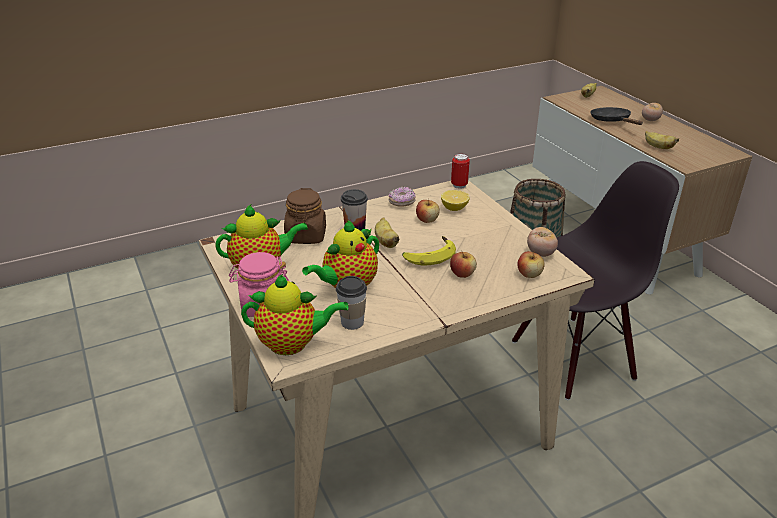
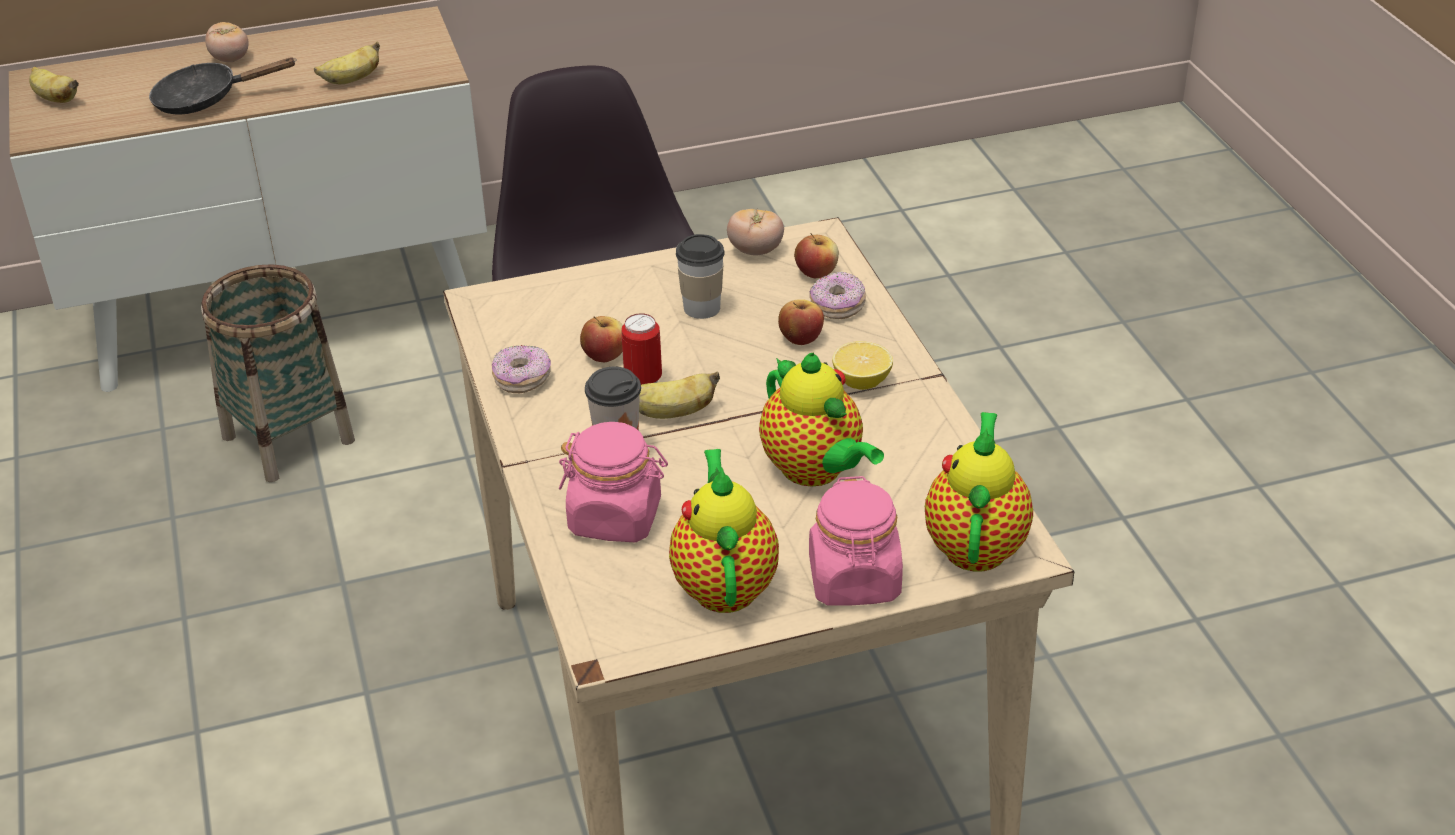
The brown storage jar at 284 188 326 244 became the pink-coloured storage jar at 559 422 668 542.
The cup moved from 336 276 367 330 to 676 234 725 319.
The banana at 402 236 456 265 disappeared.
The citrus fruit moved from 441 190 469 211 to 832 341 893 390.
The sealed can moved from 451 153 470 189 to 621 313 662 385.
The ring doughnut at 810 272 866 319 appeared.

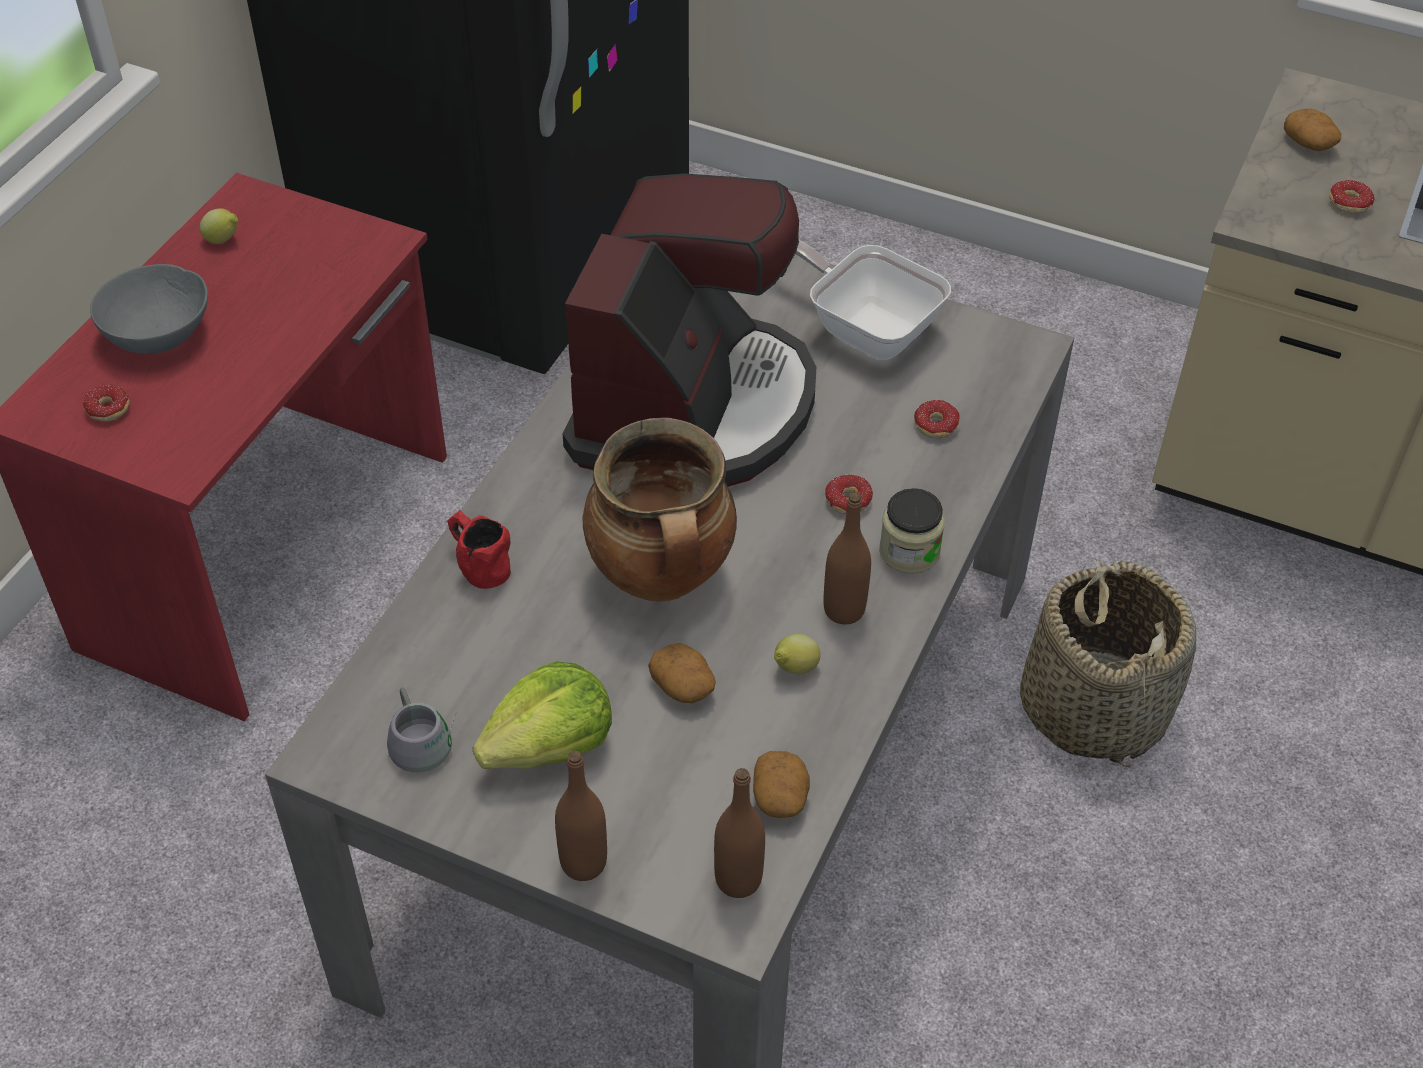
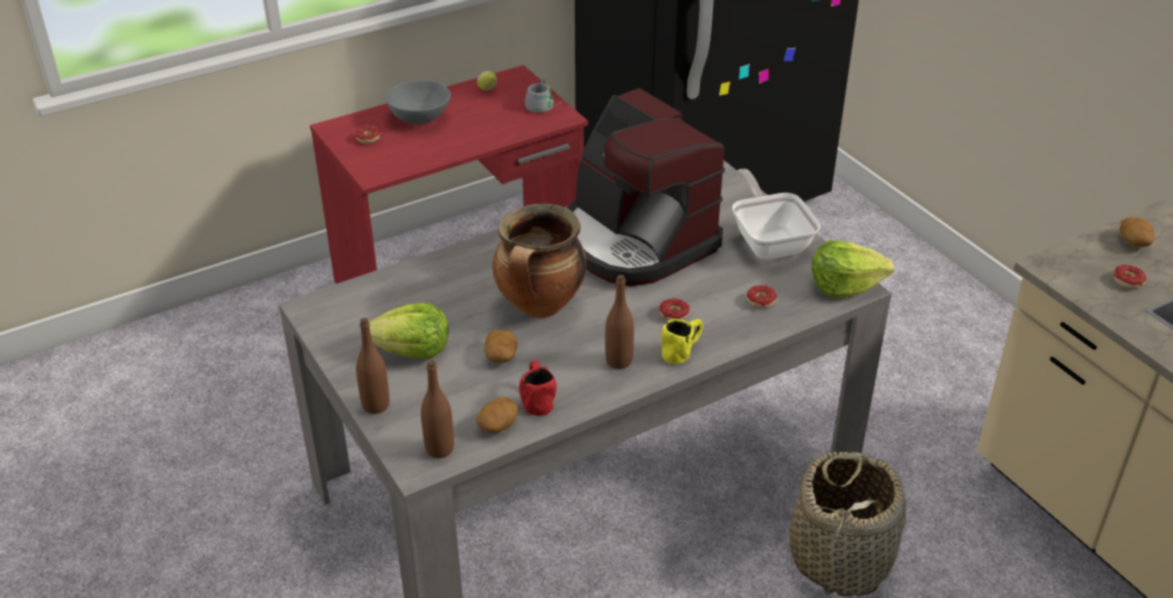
The grey mug moved from 387 687 457 772 to 525 79 562 113.
The reddish mug moved from 447 510 511 589 to 519 359 557 416.
The coffee brewer at 562 174 816 487 turned 90 degrees clockwise.
The citrus fruit at 774 634 821 675 disappeared.
The storage jar at 879 488 945 574 was replaced by the yellowish mug at 661 319 703 364.
The lettuce head at 812 240 894 298 appeared.

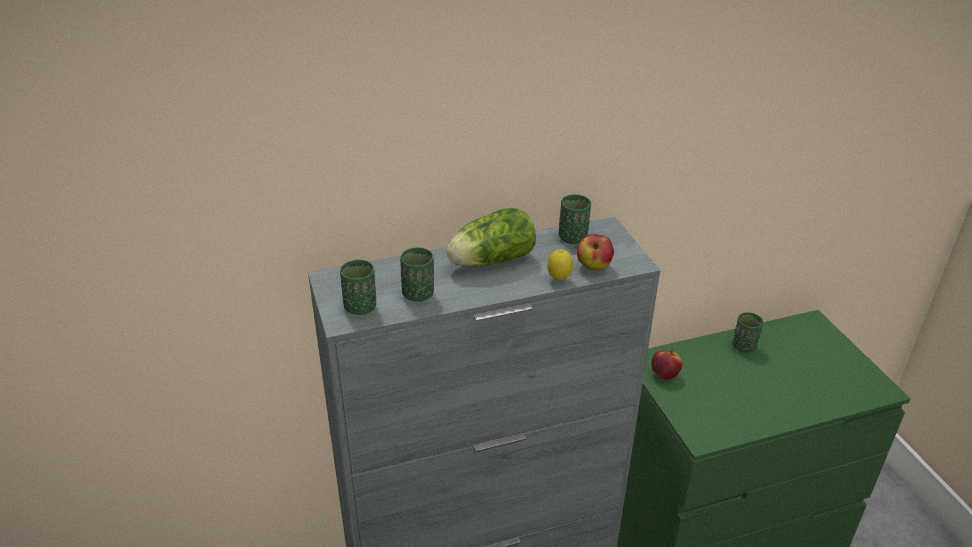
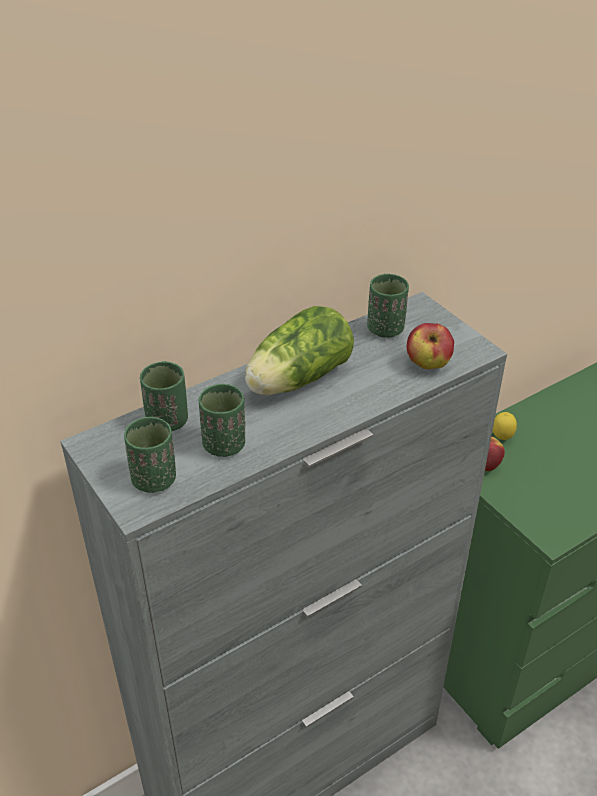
The citrus fruit moved from 547 249 573 281 to 493 412 517 440.
The green cup moved from 732 312 763 353 to 140 361 188 431.

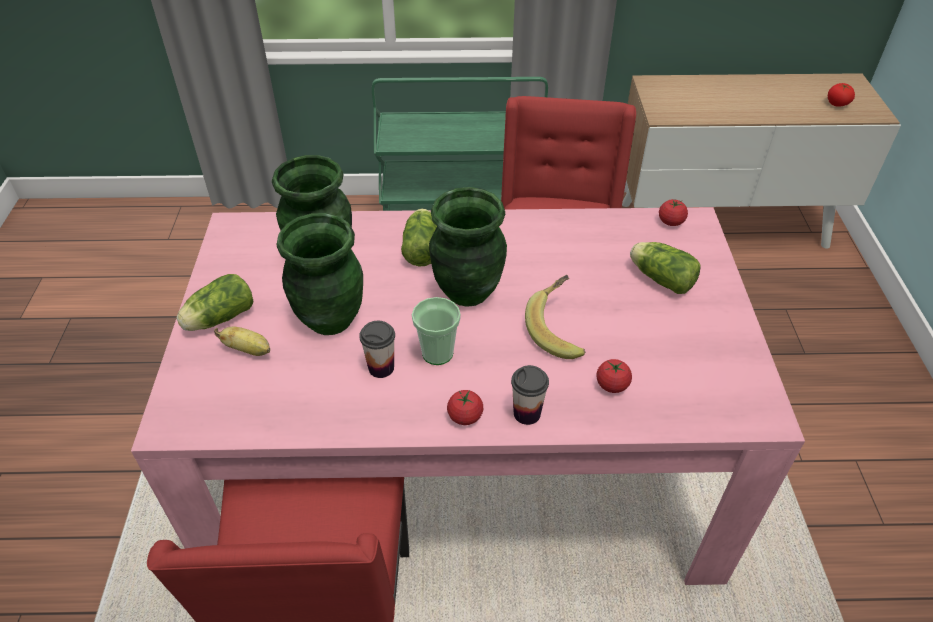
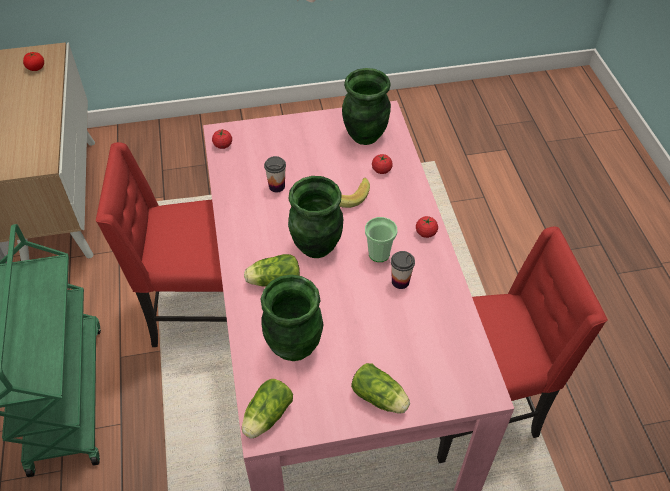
The banana at 214 327 270 356 disappeared.
The green flower vase moved from 277 213 363 335 to 342 68 391 145.
The cup moved from 511 365 549 425 to 264 156 286 193.
The lettuce head moved from 630 242 701 294 to 242 379 293 439.

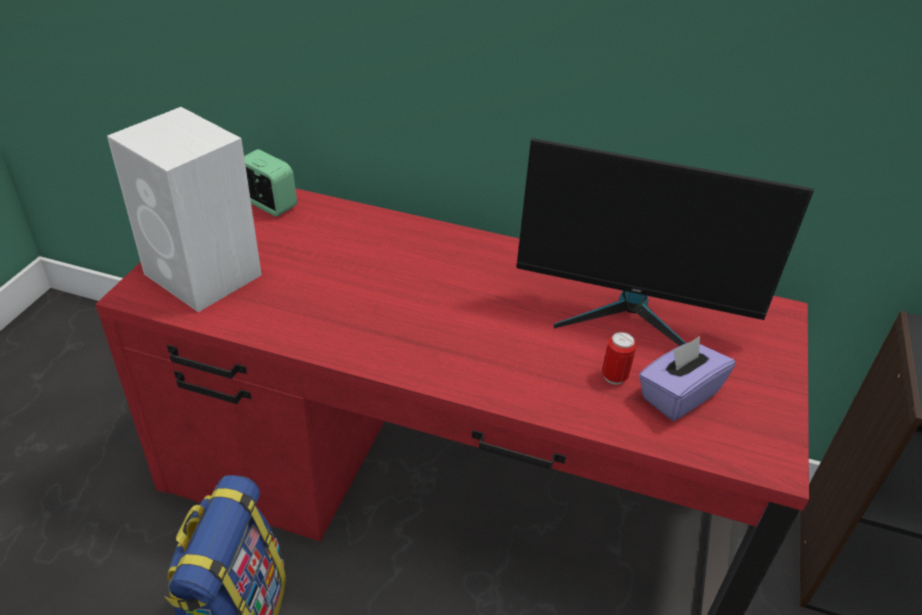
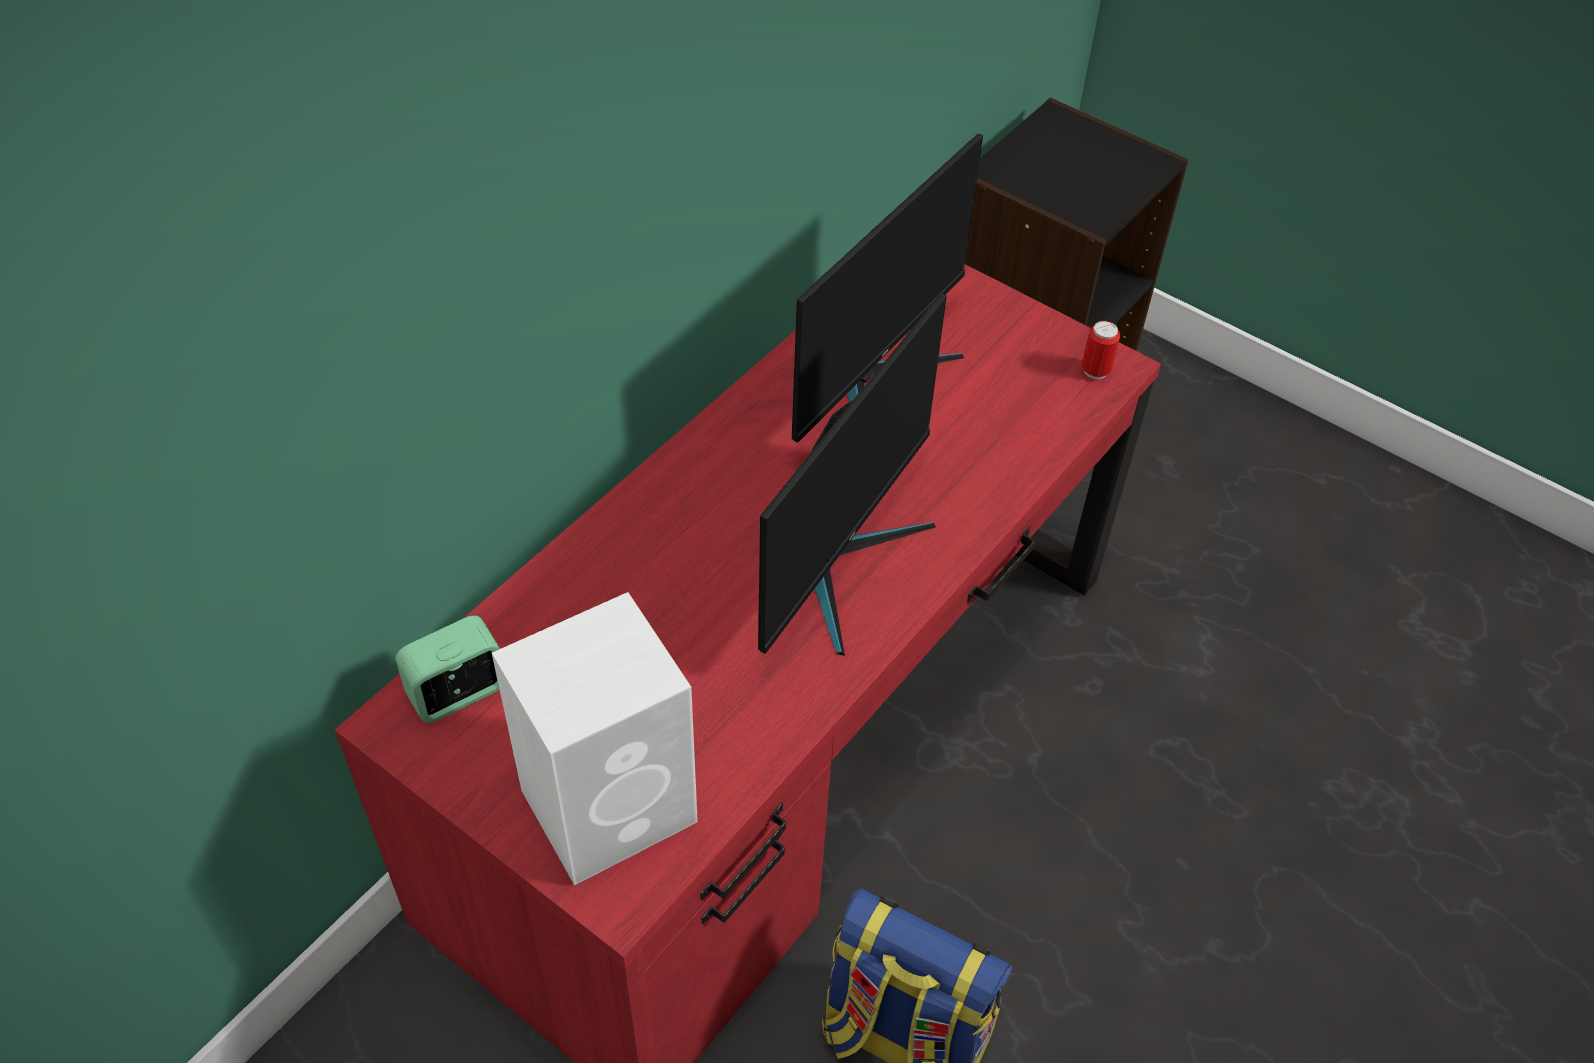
The sealed can moved from 602 332 637 384 to 1082 321 1120 379.
The purple-coloured tissue holder at 639 336 735 421 disappeared.
The computer display at 758 294 947 656 appeared.

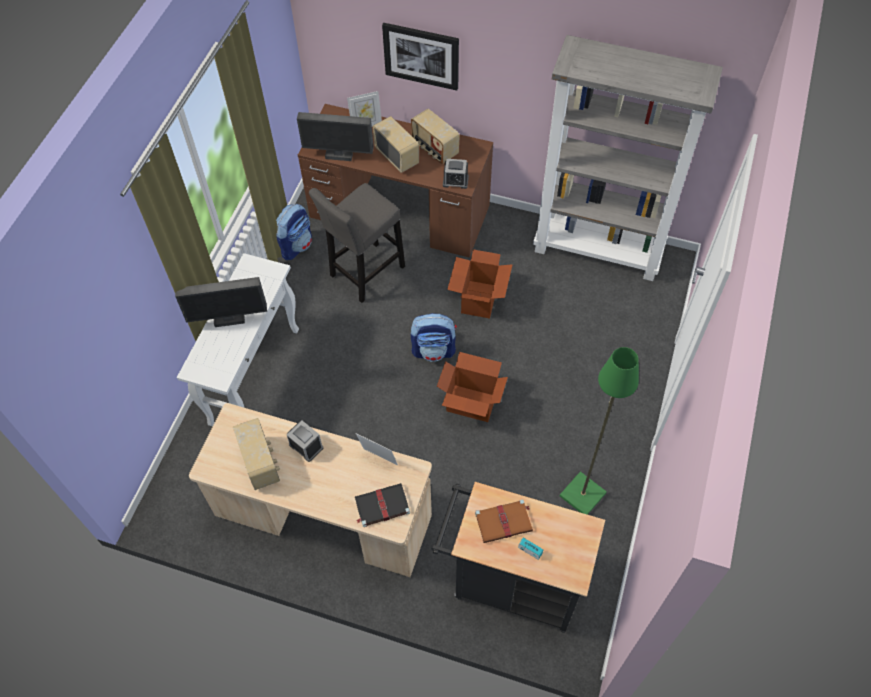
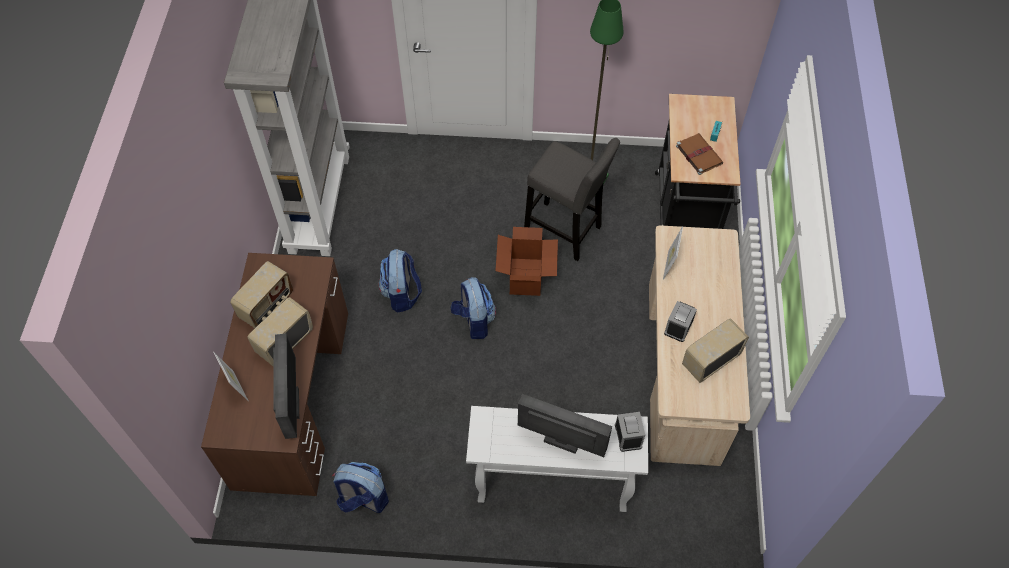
The computer display at 175 277 267 327 turned 45 degrees counterclockwise.
The grey stool moved from 309 183 405 303 to 524 138 620 261.
The blackish bound book at 355 483 410 527 disappeared.
The picture at 382 23 459 91 disappeared.
The bedside clock moved from 443 159 469 189 to 615 411 645 452.
The carton at 447 249 513 318 was replaced by the backpack at 379 249 422 313.

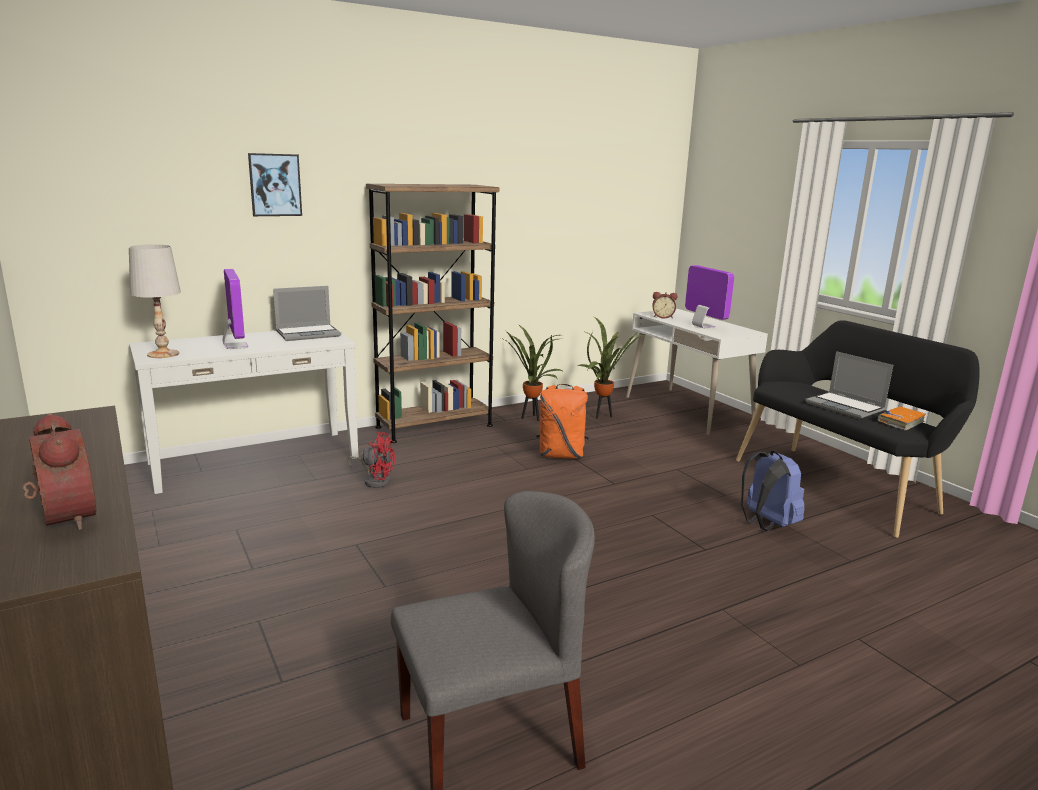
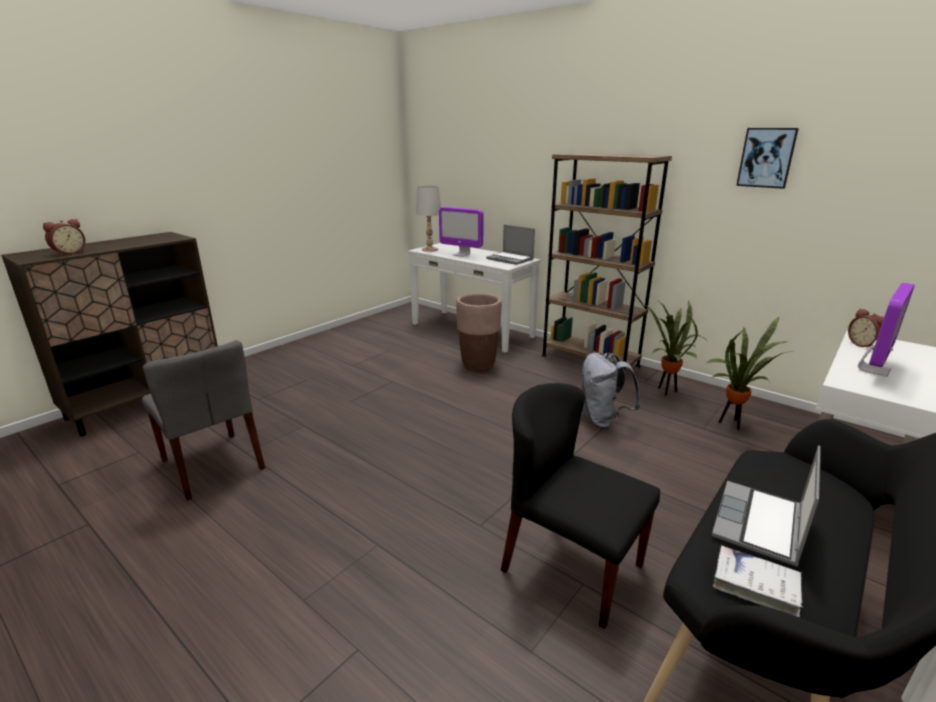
The computer display at 223 269 248 349 turned 75 degrees clockwise.
The picture moved from 248 153 302 216 to 736 128 799 189.
The reddish electric fan at 348 432 395 488 was replaced by the brown flower pot at 456 293 502 372.
The orangey backpack at 536 384 589 459 became the grey backpack at 581 353 640 429.
The bluish backpack at 741 451 805 531 was replaced by the blackish plain chair at 501 383 660 629.
The orangey bound book at 878 407 926 430 became the whitish bound book at 713 545 803 617.

